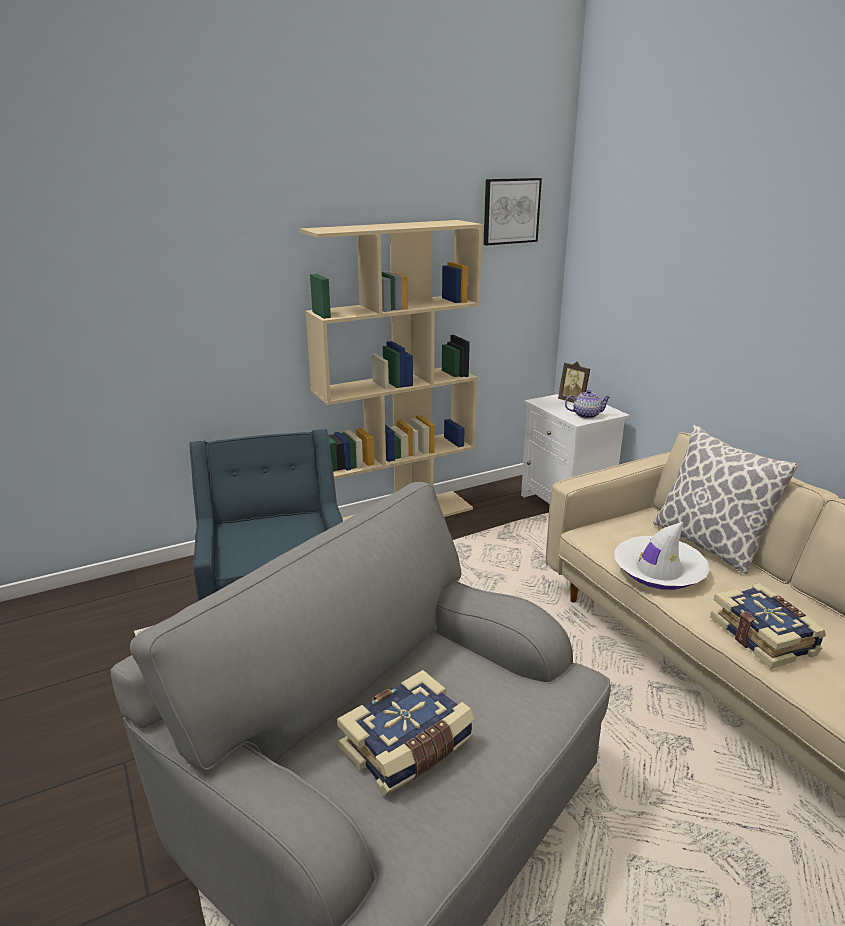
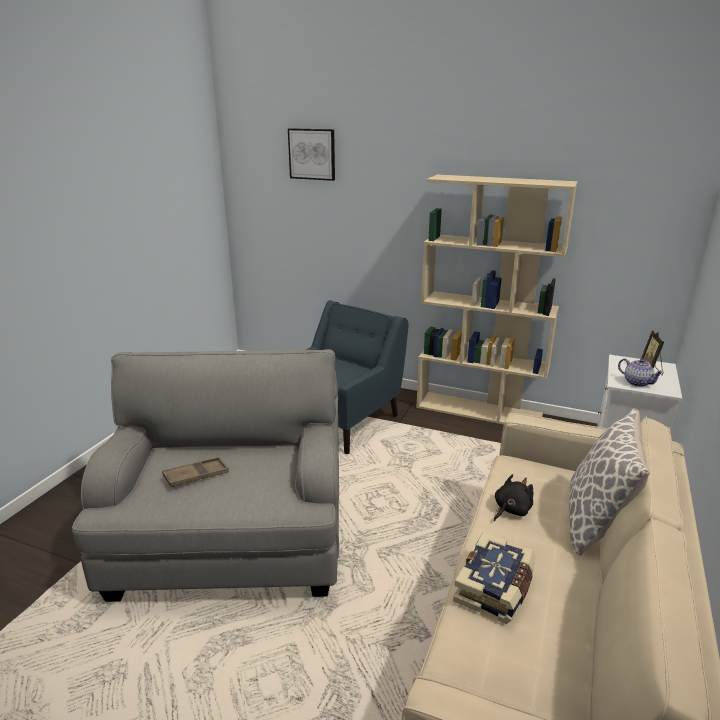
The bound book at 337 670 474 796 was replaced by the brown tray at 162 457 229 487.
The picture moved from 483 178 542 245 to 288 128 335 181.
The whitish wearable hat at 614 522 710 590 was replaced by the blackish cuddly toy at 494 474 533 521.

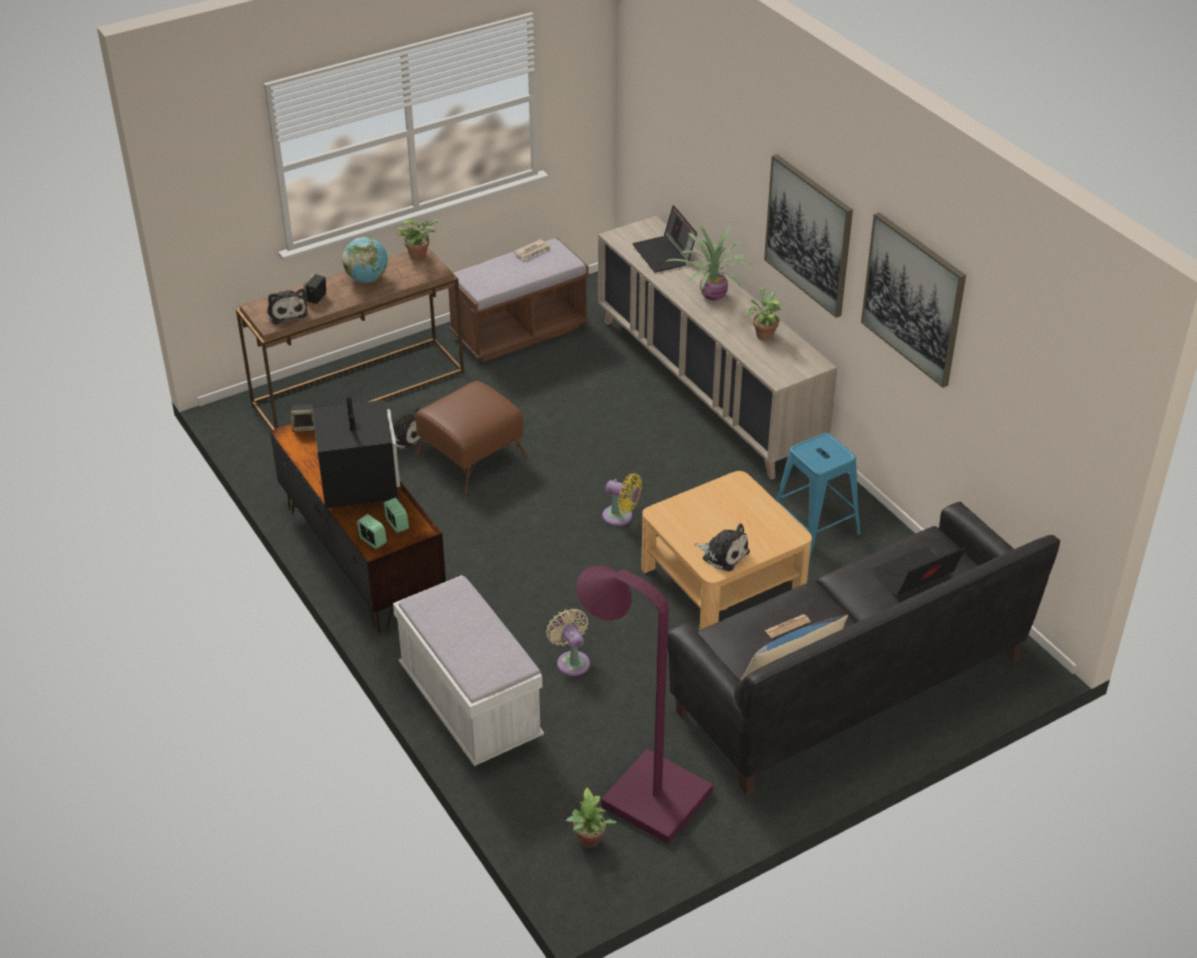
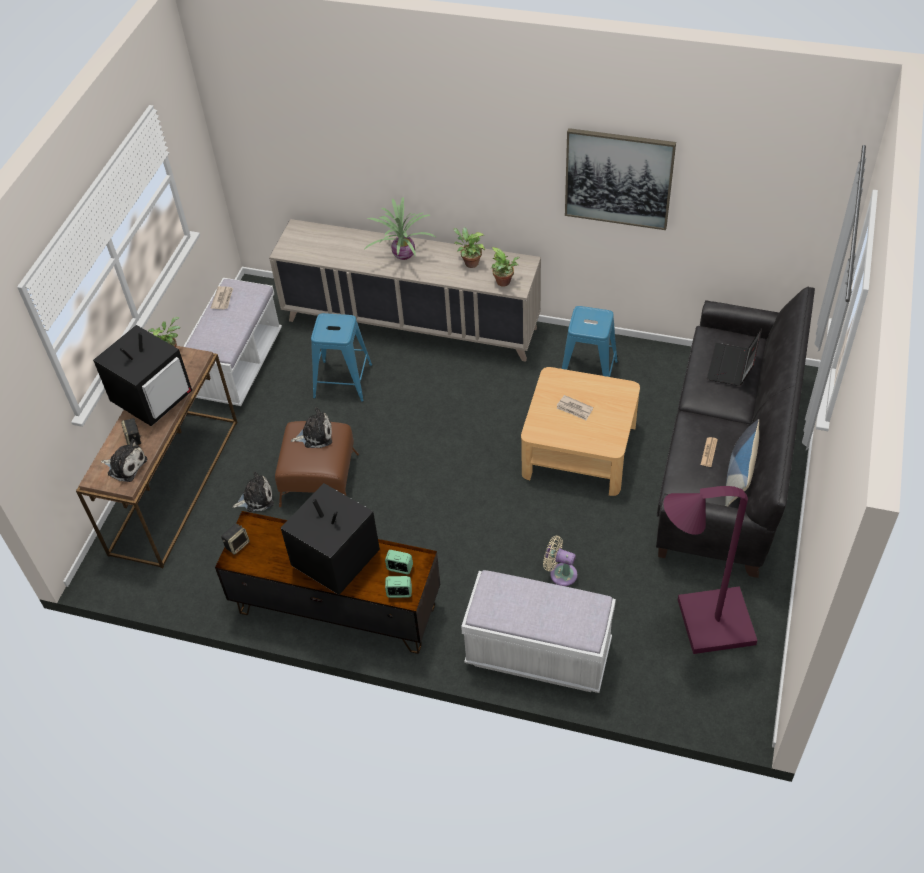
The desk globe at 342 237 388 283 was replaced by the TV set at 93 325 192 426.
The brown bench at 448 238 589 362 became the whitish bench at 183 278 282 406.
The potted plant moved from 566 787 617 848 to 491 247 519 287.
The yellowish electric fan at 603 473 642 526 disappeared.
The laptop at 632 205 697 272 disappeared.
The cuddly toy moved from 694 523 750 572 to 291 407 332 448.
The picture at 764 154 853 318 disappeared.
The bluish stool at 311 313 372 402 appeared.
The printed paper at 557 395 593 421 appeared.

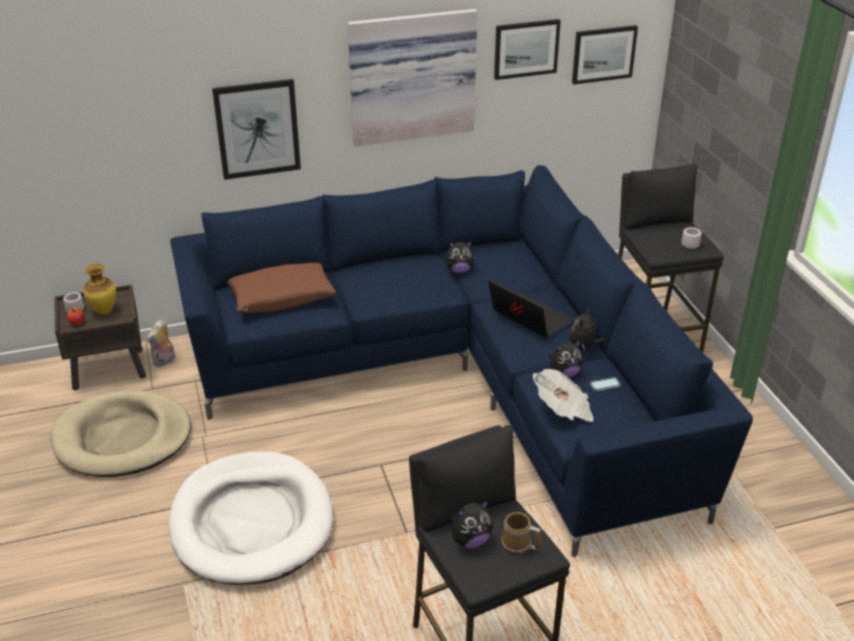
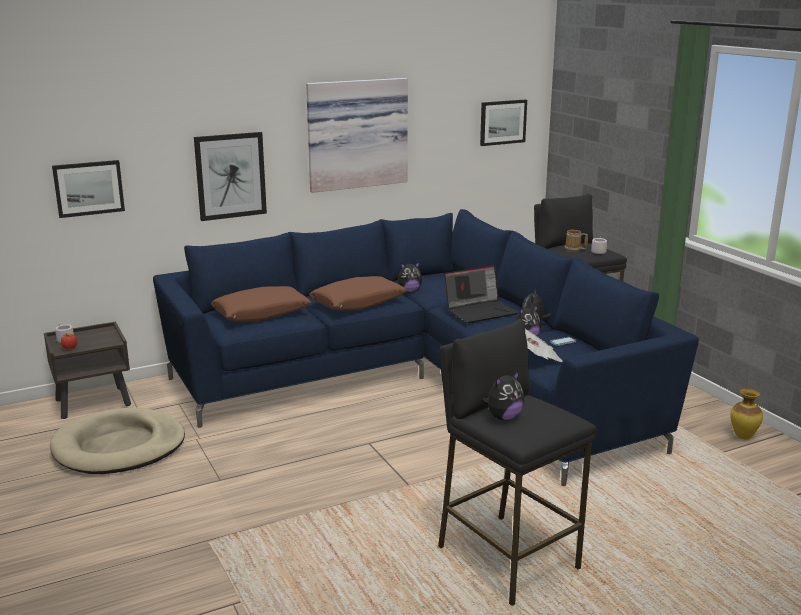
The flower vase moved from 83 264 116 315 to 730 388 763 439.
The cuddly toy at 147 320 175 367 disappeared.
The whitish pet bed at 169 452 333 585 disappeared.
The laptop at 488 280 574 338 turned 120 degrees clockwise.
The picture moved from 494 19 561 80 to 52 160 125 218.
The mug moved from 501 512 541 555 to 565 230 588 252.
The brown throw pillow at 309 276 407 311 appeared.

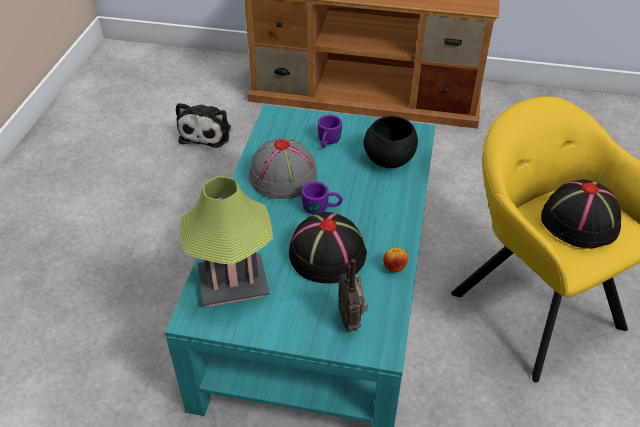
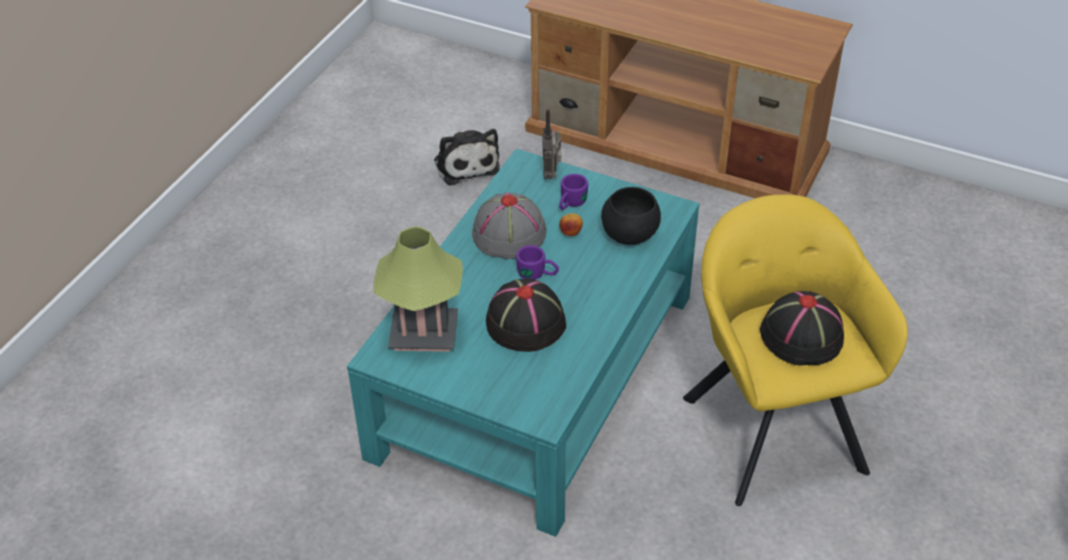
The cuddly toy at 176 103 231 148 turned 45 degrees counterclockwise.
The radio receiver moved from 338 259 368 332 to 543 109 561 179.
The apple moved from 383 247 408 272 to 559 213 583 236.

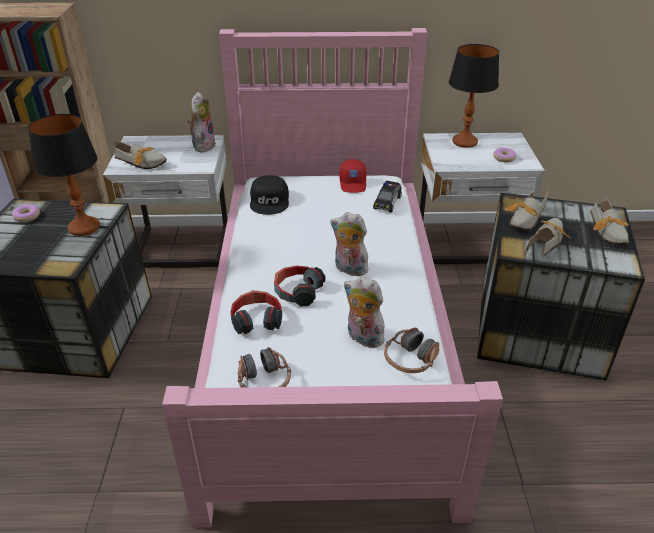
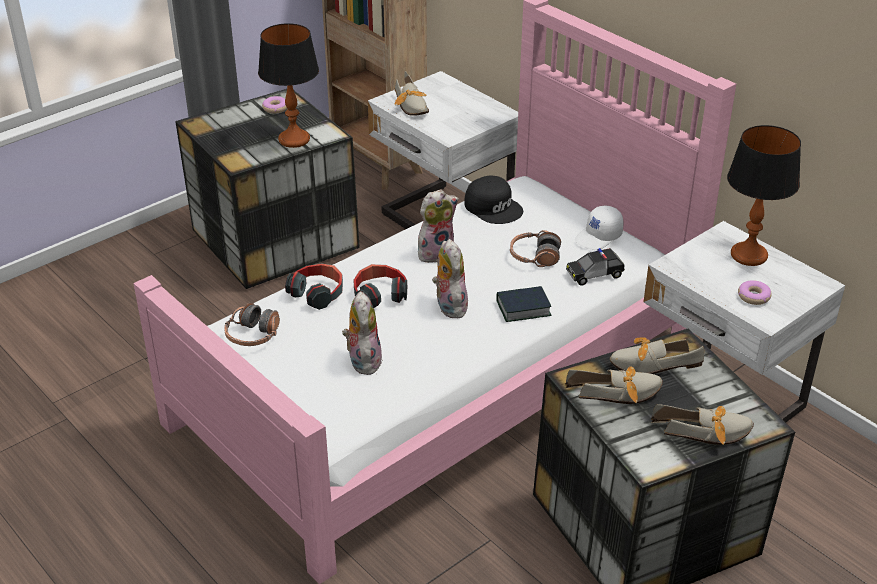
The cuddly toy moved from 188 92 216 152 to 418 189 459 263.
The blackish cap at 250 175 289 215 turned 90 degrees counterclockwise.
The reddish cap at 339 159 366 193 became the whitish cap at 575 206 624 250.
The pair of headphones moved from 384 328 439 373 to 510 230 561 267.
The low shoe at 590 196 629 245 turned 135 degrees counterclockwise.
The bound book at 496 286 552 322 appeared.

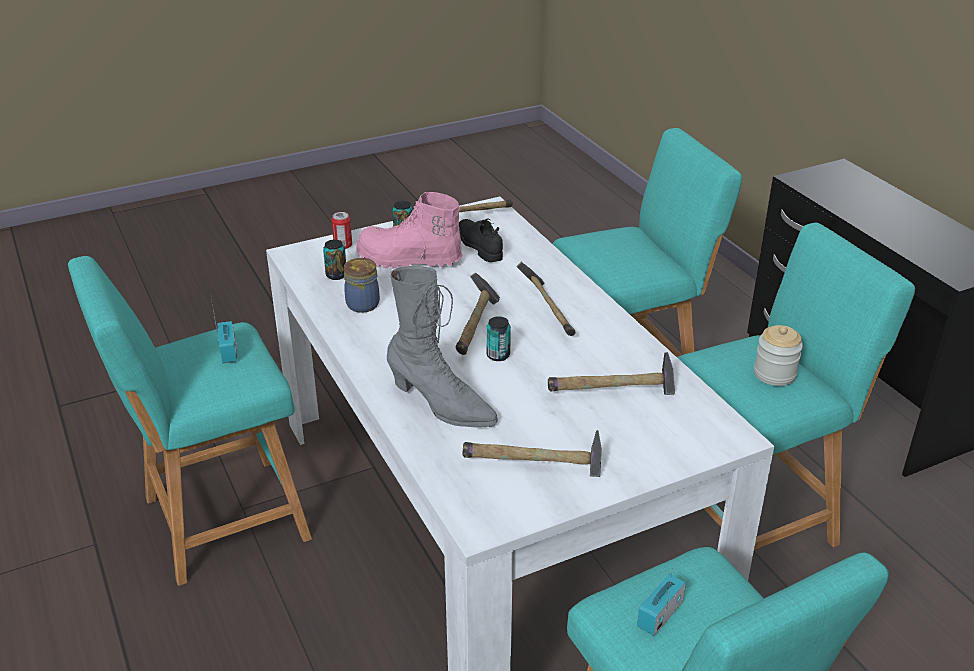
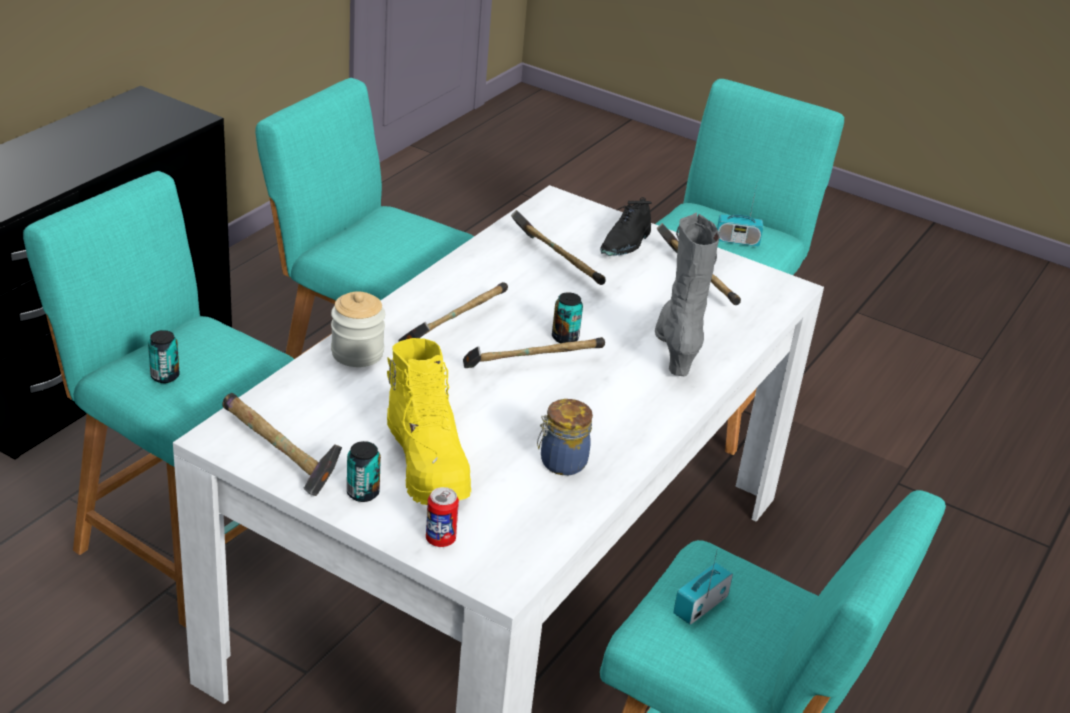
The sealed can moved from 323 239 346 280 to 148 330 180 383.
The pink-coloured high-top boot at 356 192 462 269 became the yellowish high-top boot at 387 338 471 505.
The blackish low shoe moved from 459 219 503 262 to 600 197 652 256.
The storage jar moved from 754 325 803 386 to 331 291 385 367.

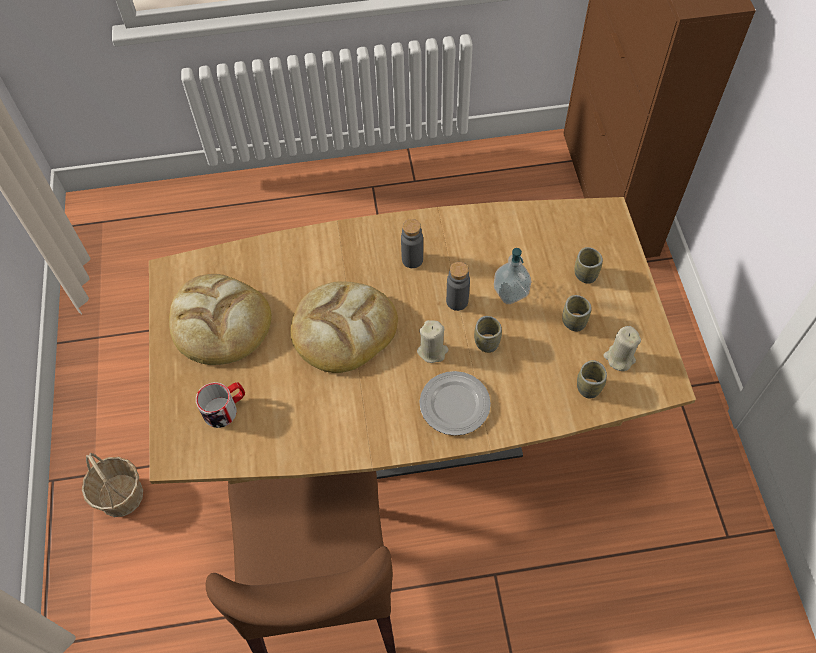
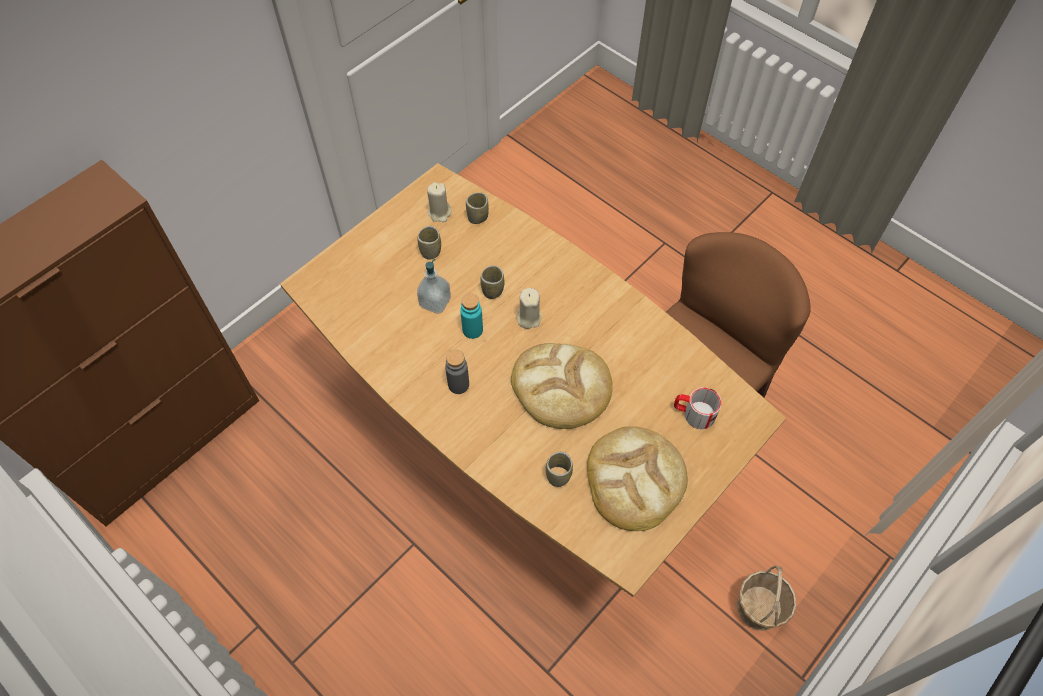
The plate at 419 371 491 436 disappeared.
The grey beverage bottle at 446 262 470 311 became the blue-green beverage bottle at 460 294 483 339.
The cup moved from 575 247 603 284 to 545 452 573 487.

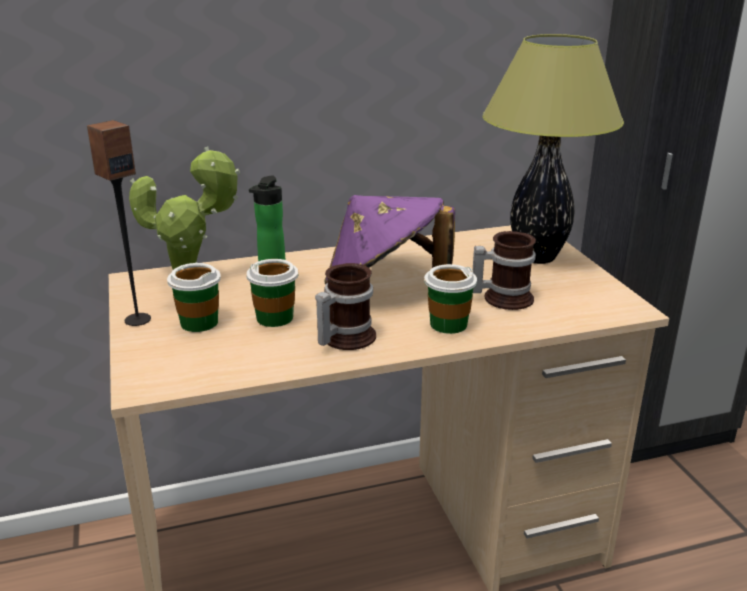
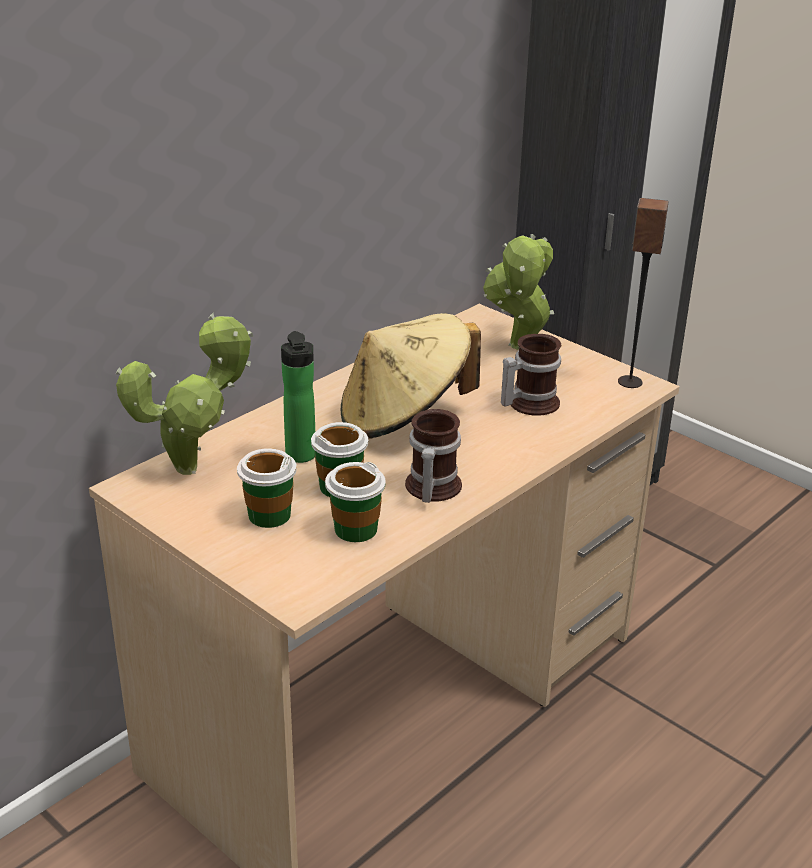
The loudspeaker moved from 87 120 151 326 to 618 198 668 388.
The purple-coloured wearable hat at 324 195 455 285 became the beige-coloured wearable hat at 341 313 481 439.
The cup moved from 424 264 477 334 to 325 462 386 542.
The lamp for a table at 482 34 624 264 was replaced by the potted plant at 483 234 554 350.

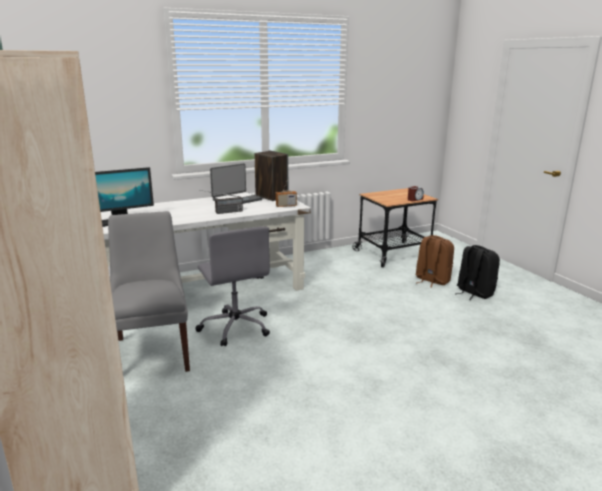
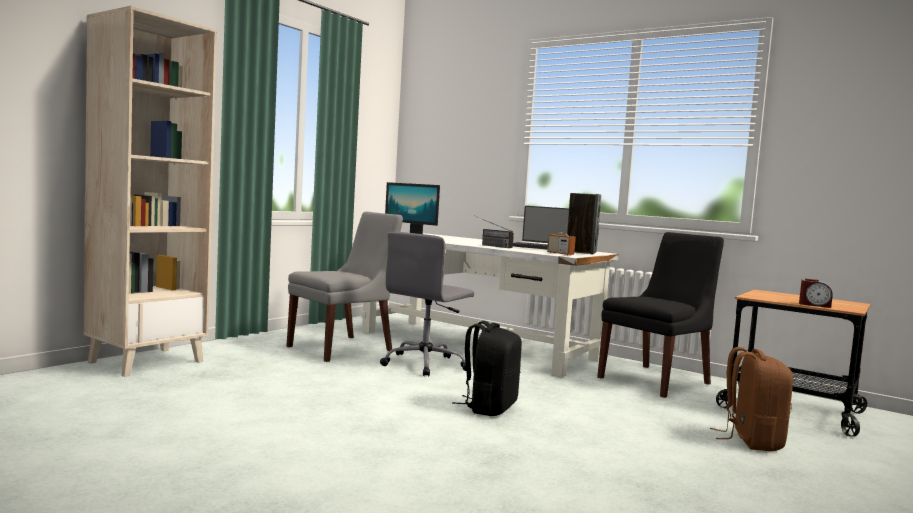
The blackish backpack moved from 455 245 500 300 to 452 321 522 416.
The blackish plain chair at 597 232 724 398 appeared.

